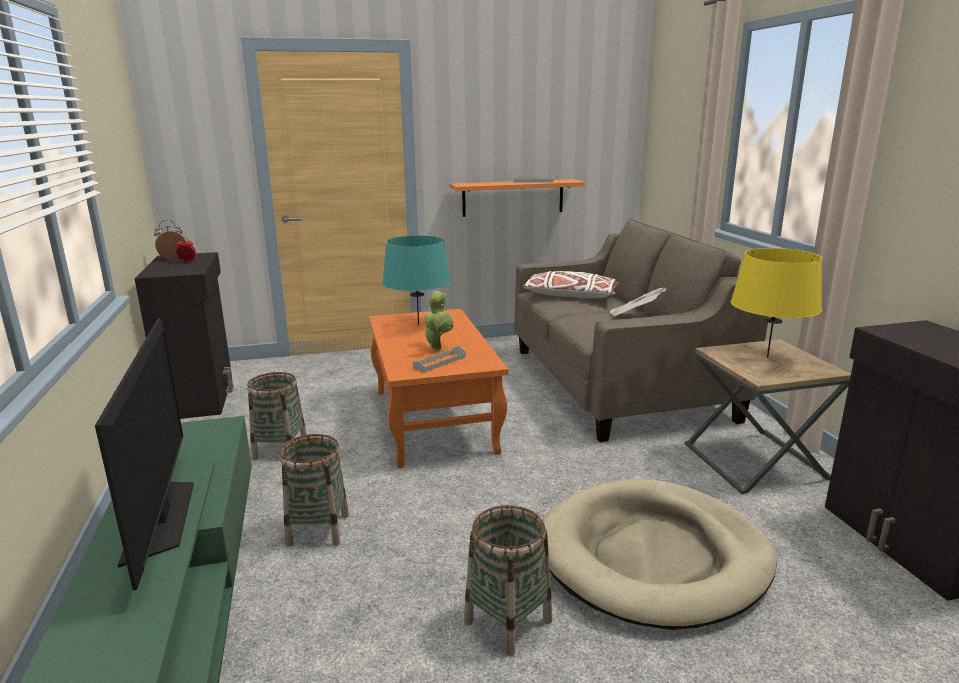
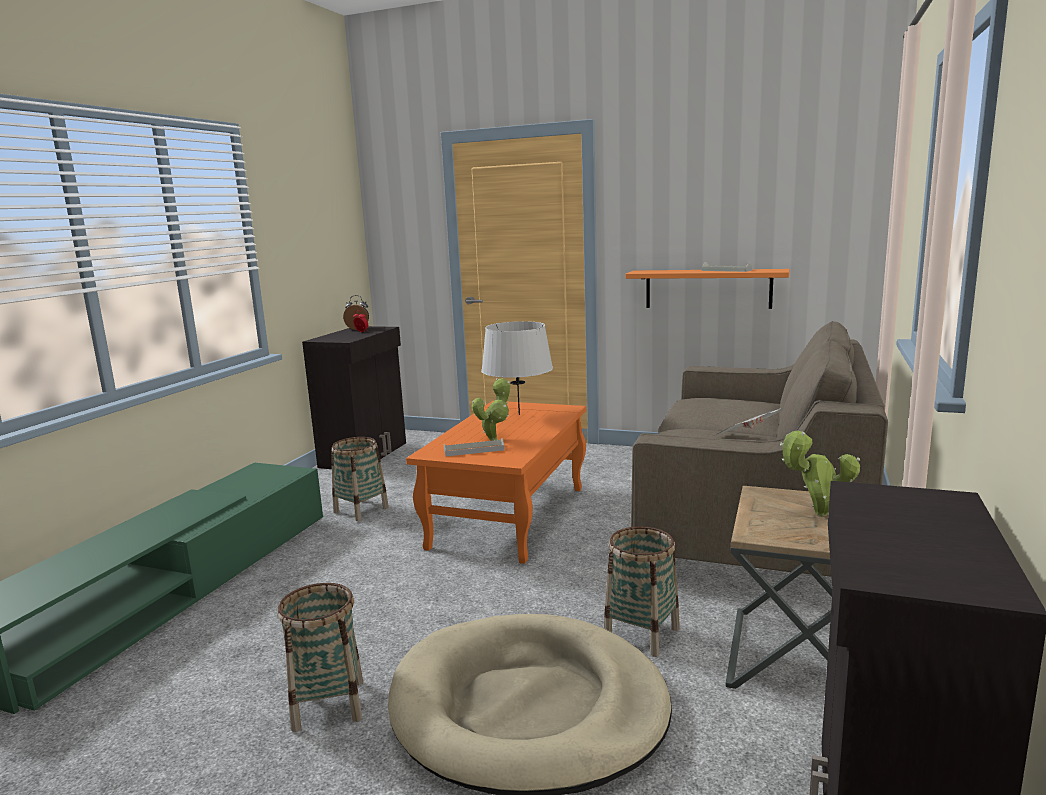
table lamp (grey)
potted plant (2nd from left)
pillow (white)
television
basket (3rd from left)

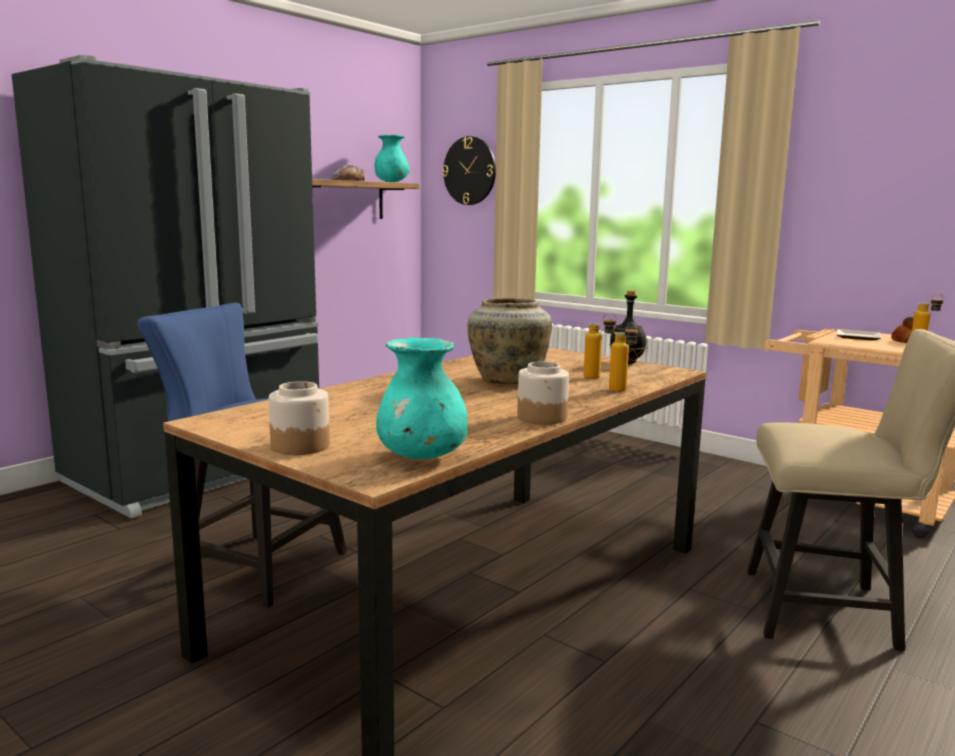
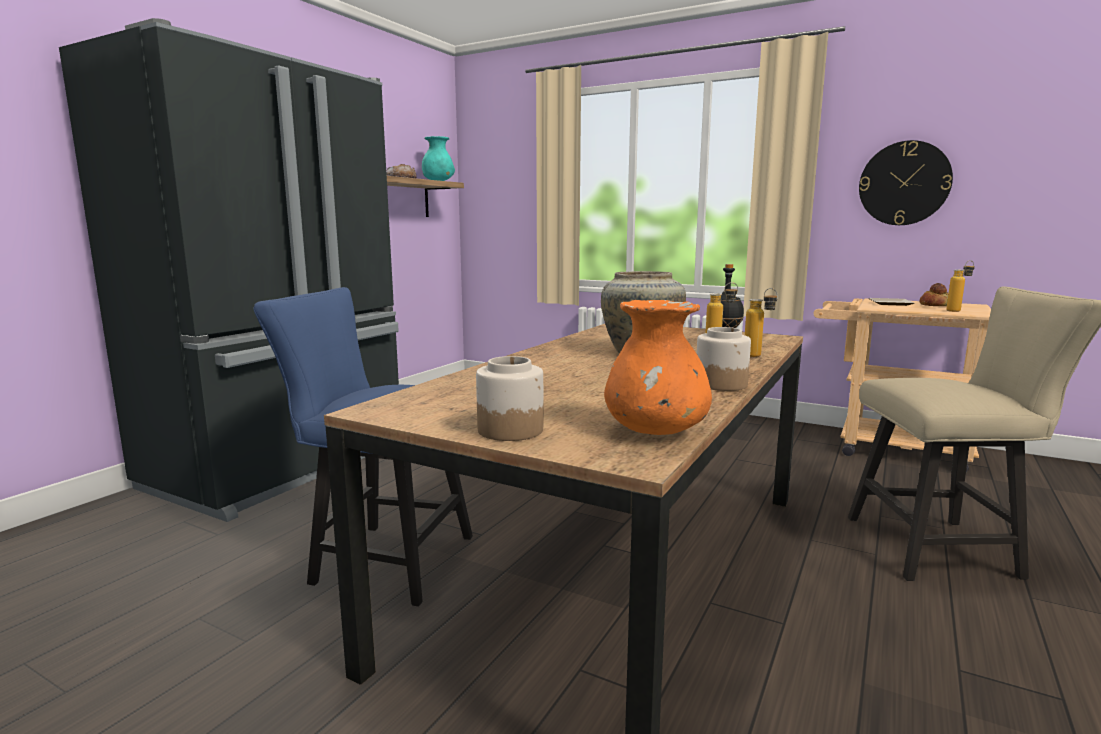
wall clock
vase (orange)

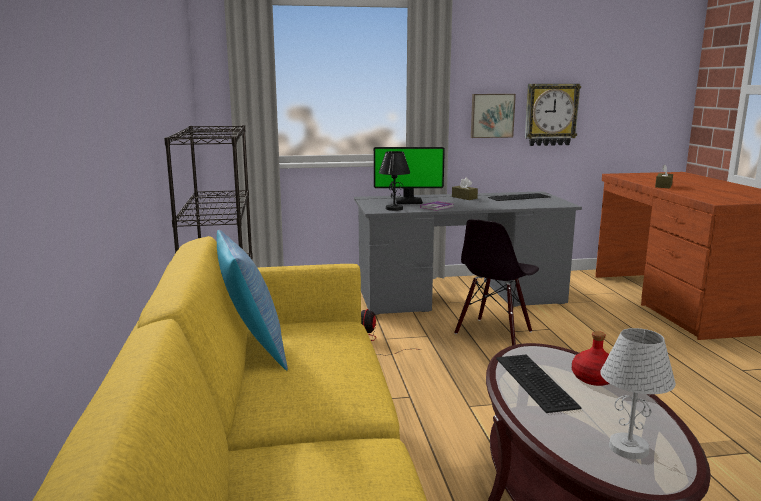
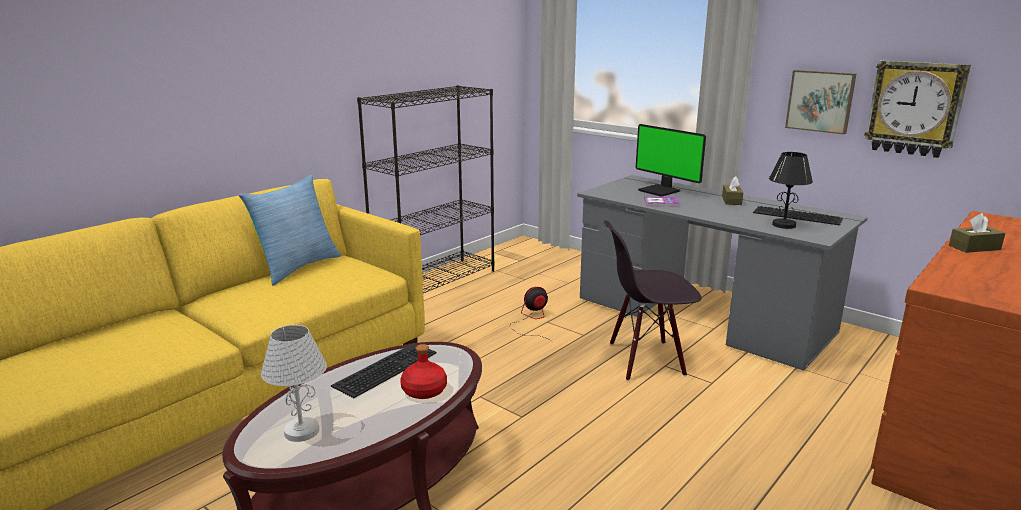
table lamp (black)

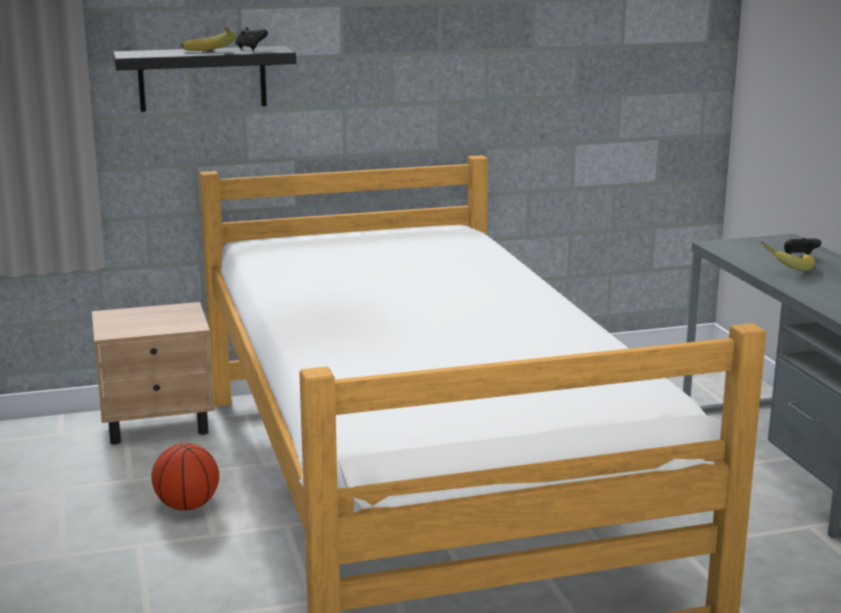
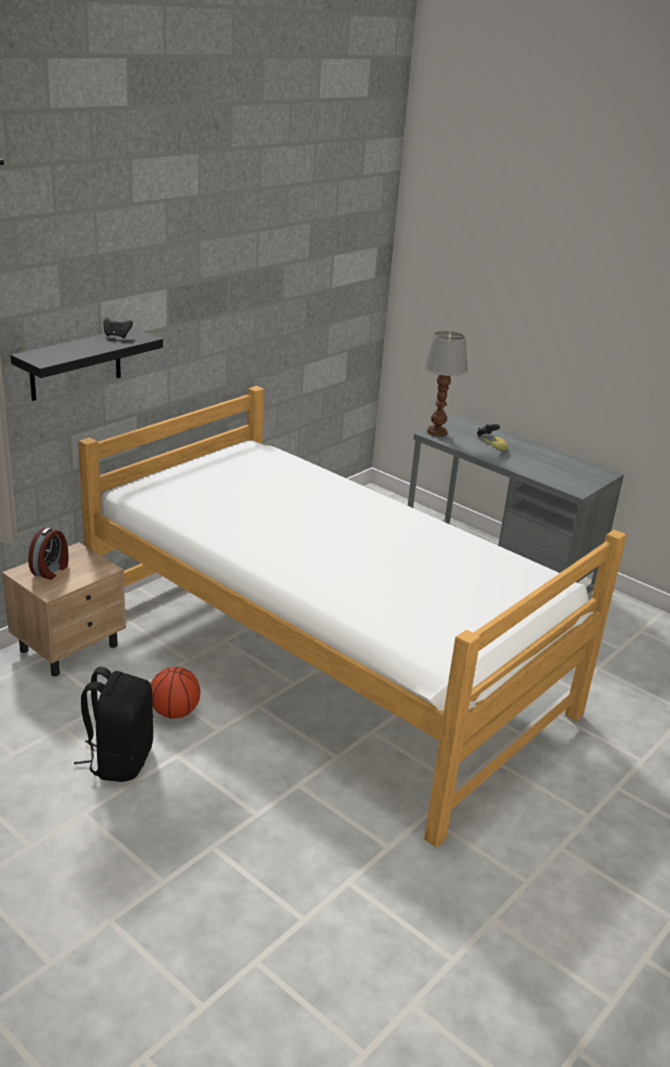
banana (1st from left in the first image)
table lamp
alarm clock
backpack (black)

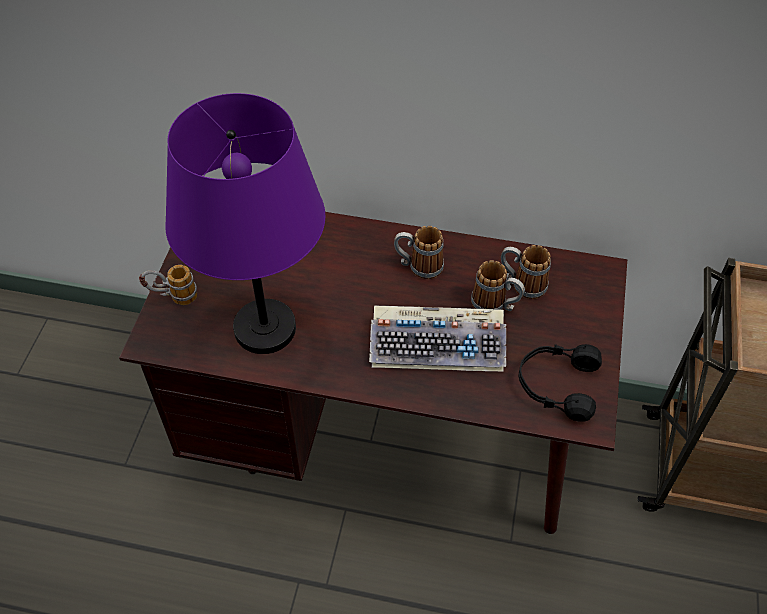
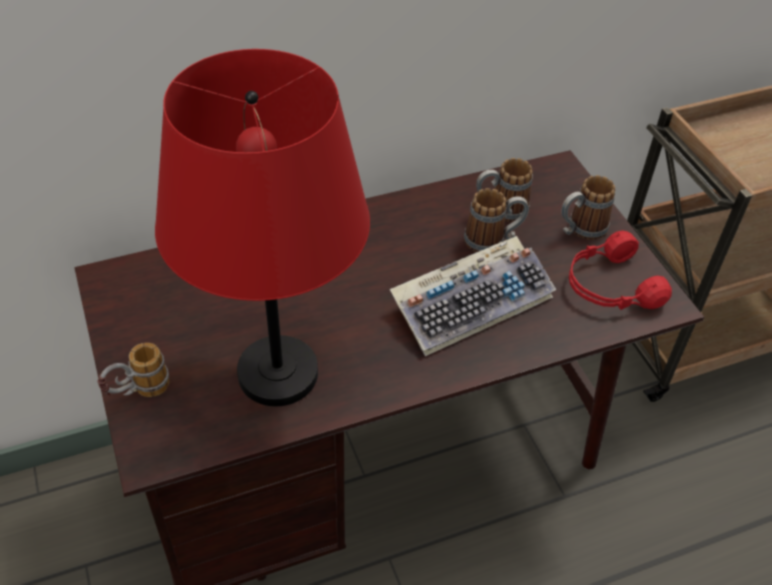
table lamp (red)
mug (4th from left)
headphones (red)

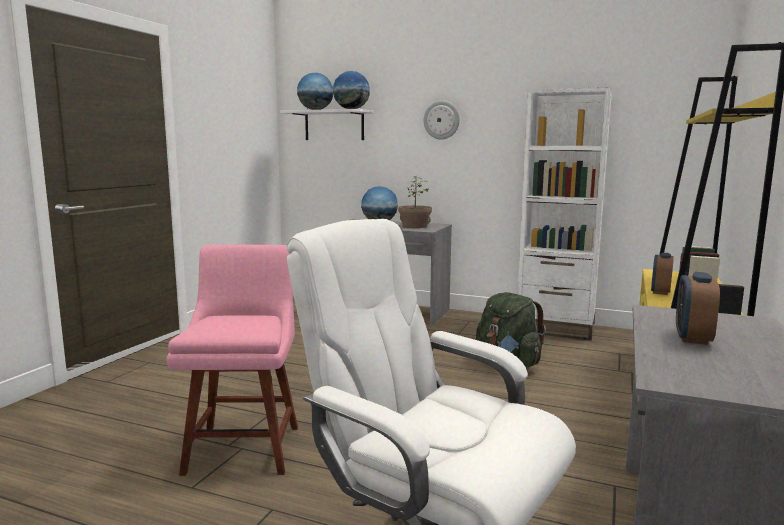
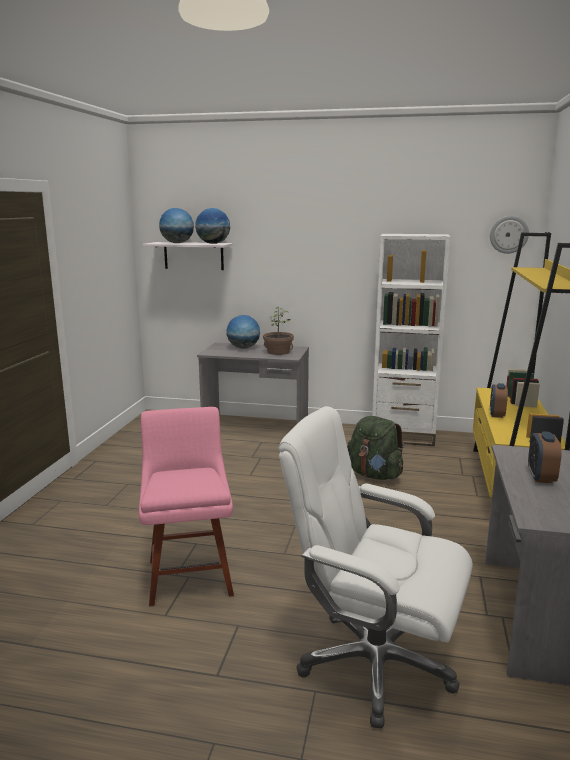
wall clock

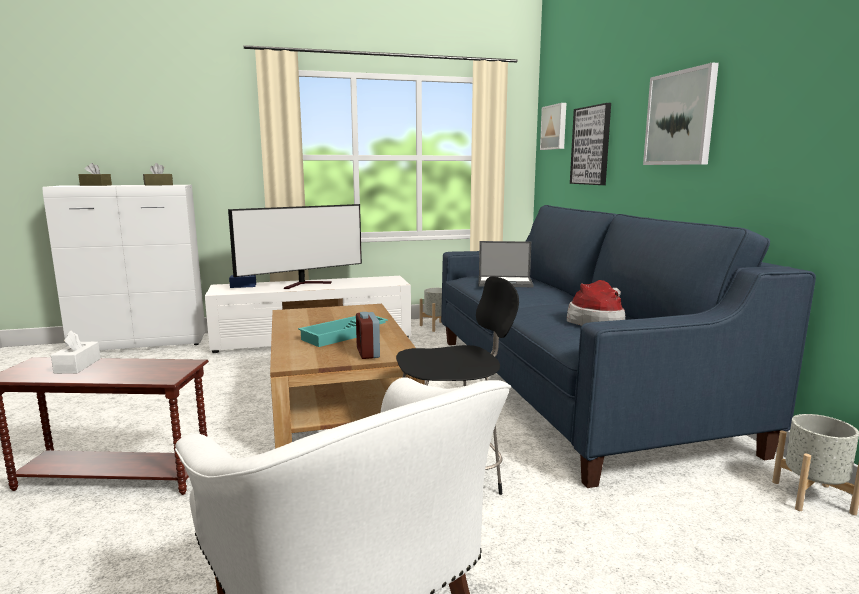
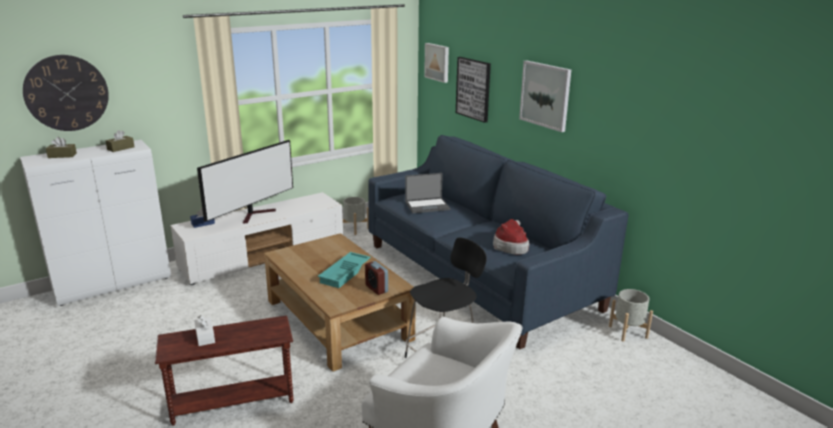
wall clock

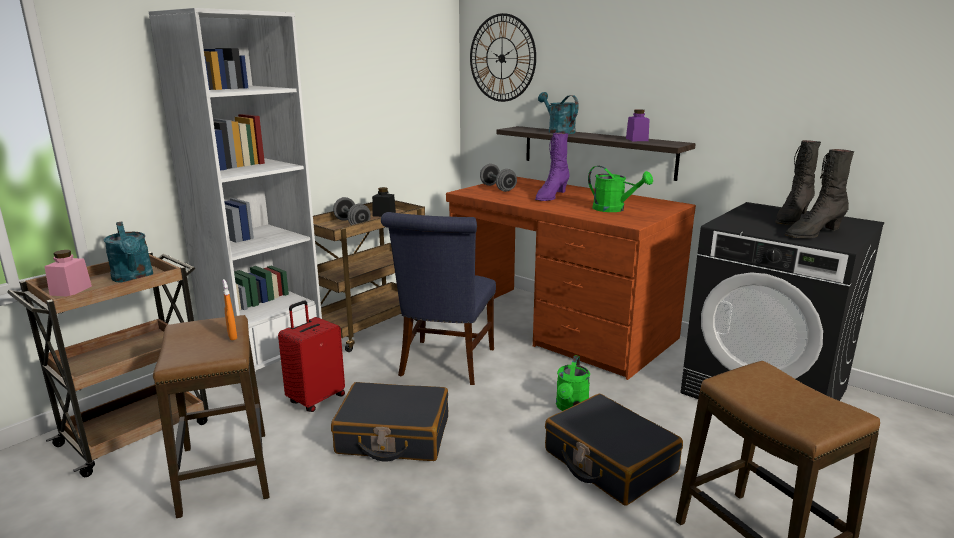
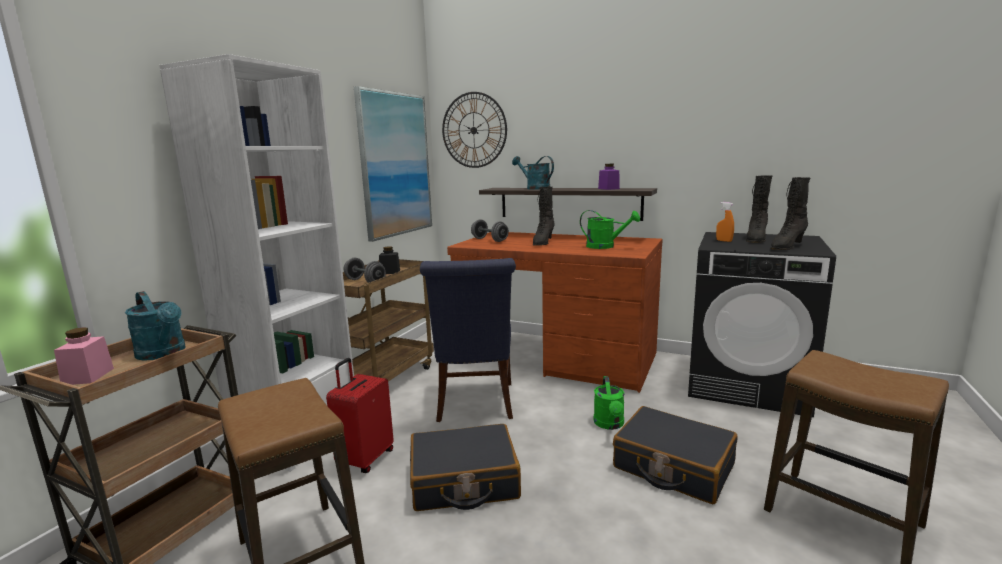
boot (black) (1st from left)
spray bottle (orange)
picture

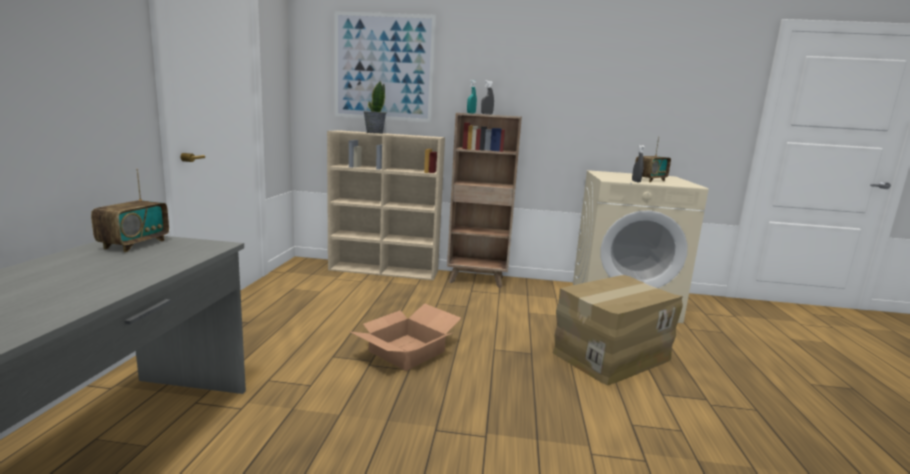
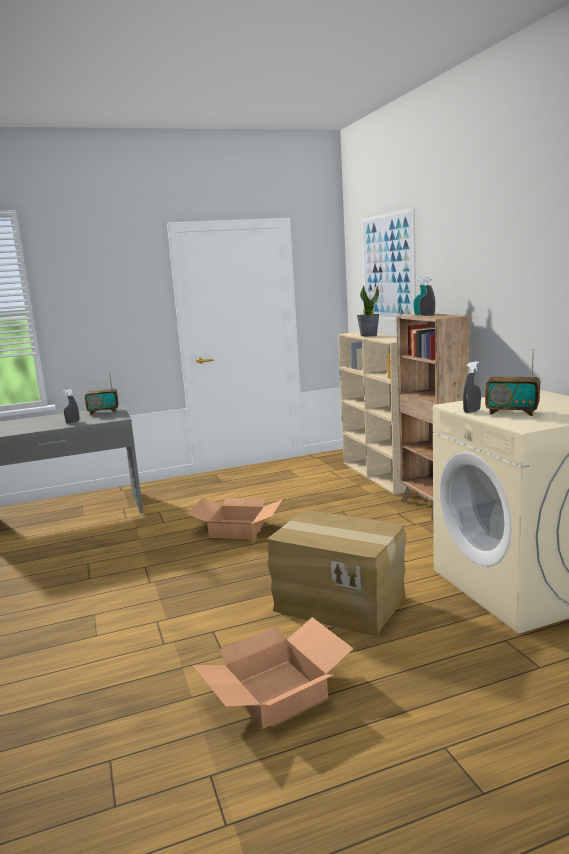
spray bottle (grey) (1st from left)
cardboard box (2nd from left)

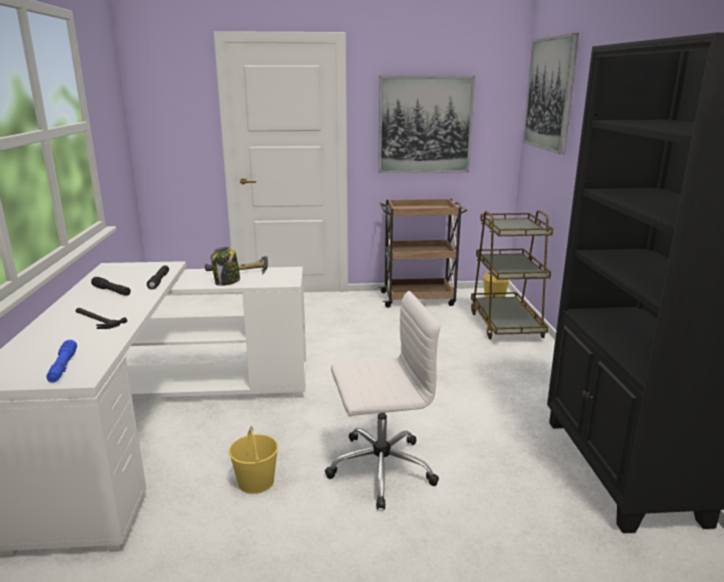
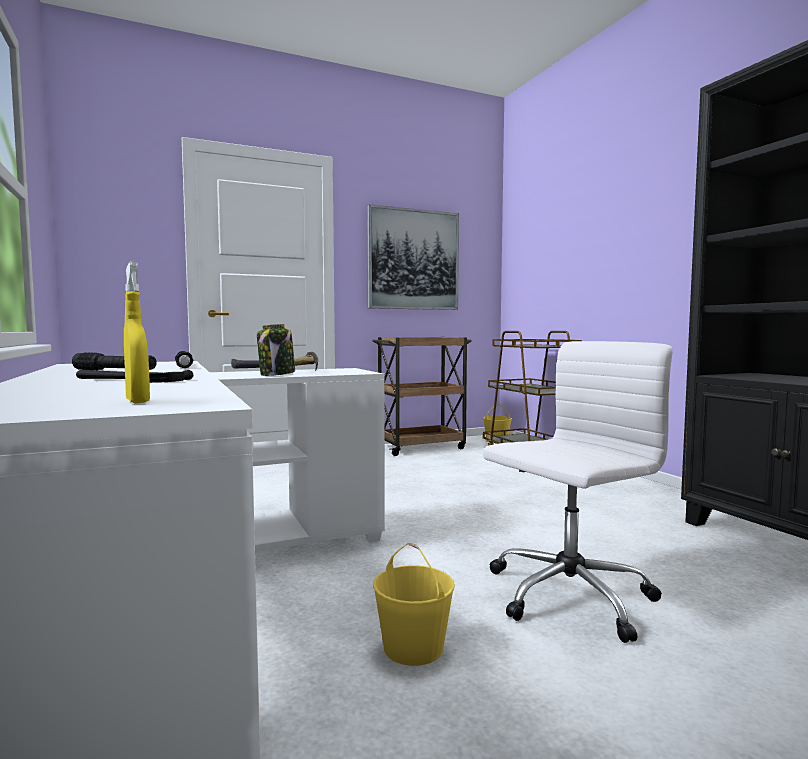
picture (2nd from left in the first image)
spray bottle (yellow)

